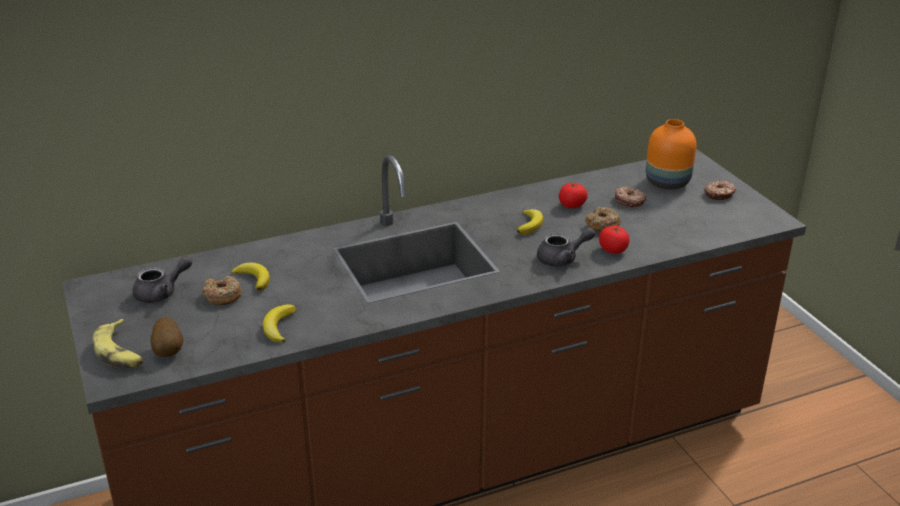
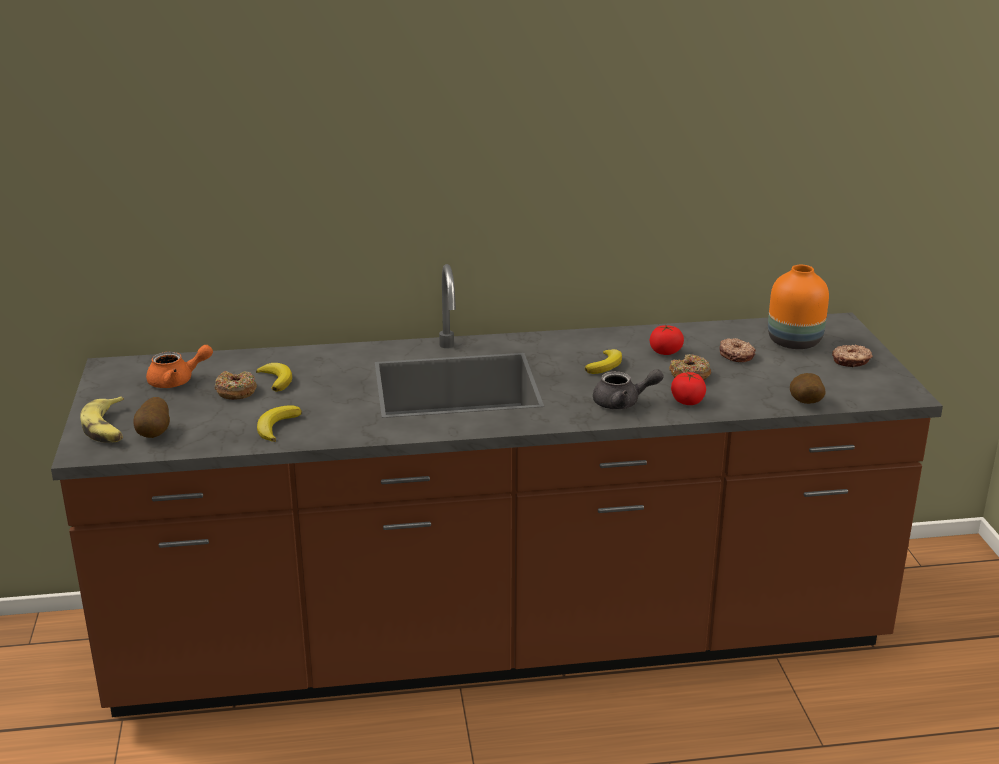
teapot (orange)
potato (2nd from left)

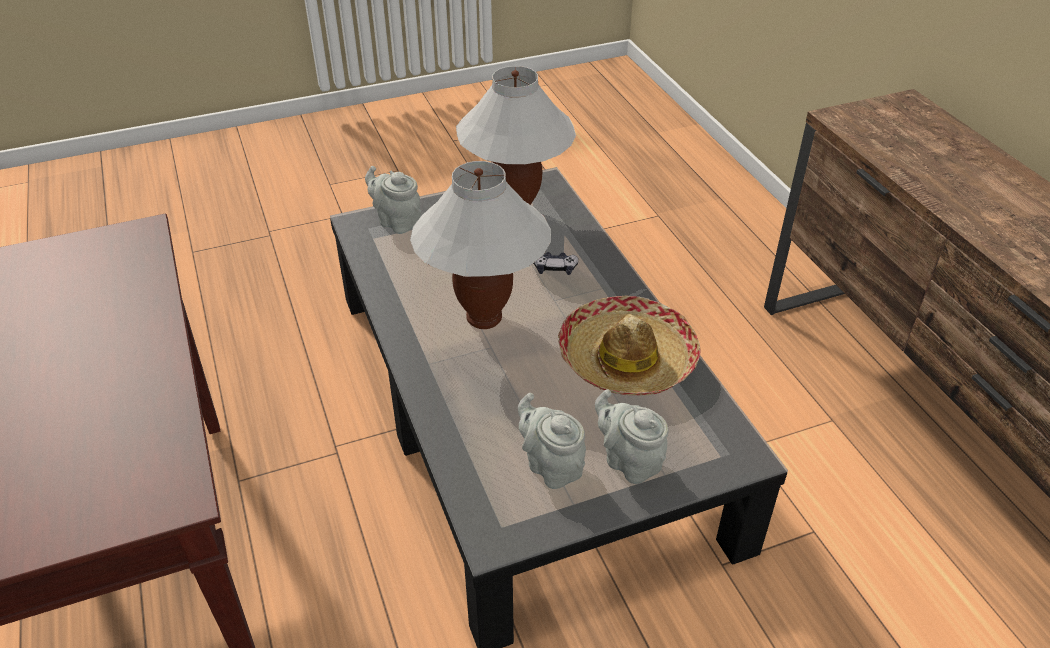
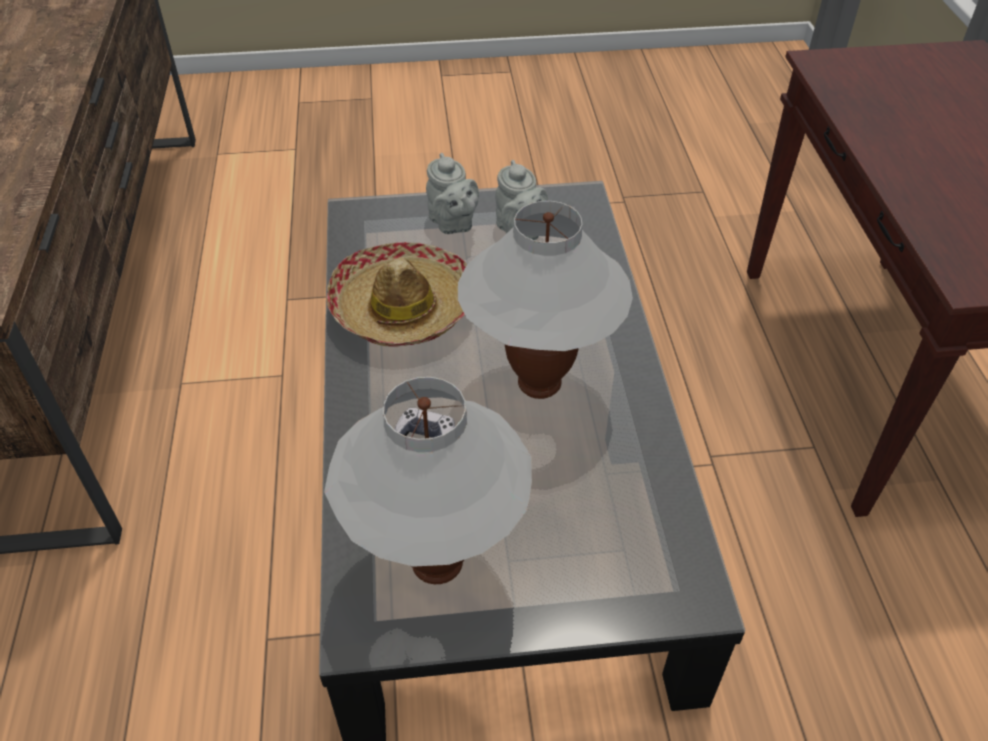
teapot (grey) (1st from left in the first image)

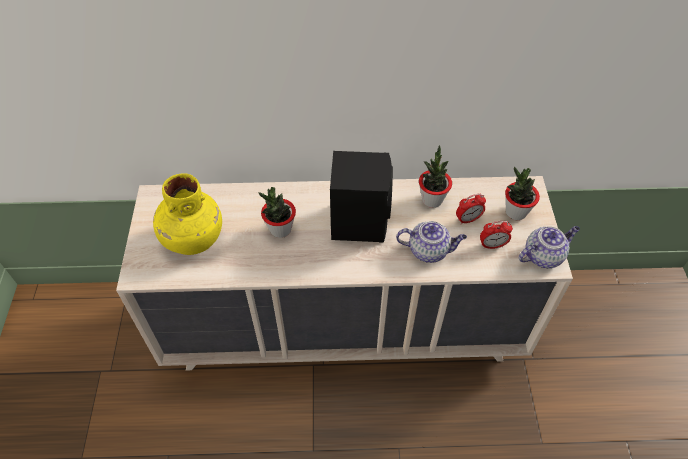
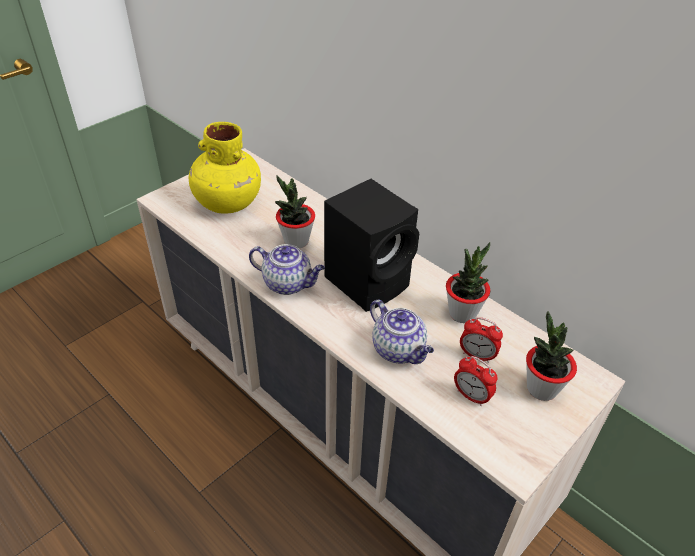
teapot (1st from left)

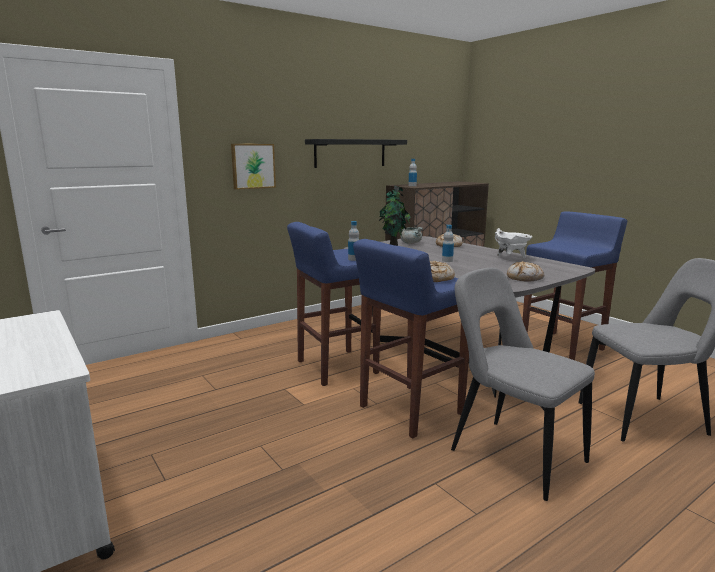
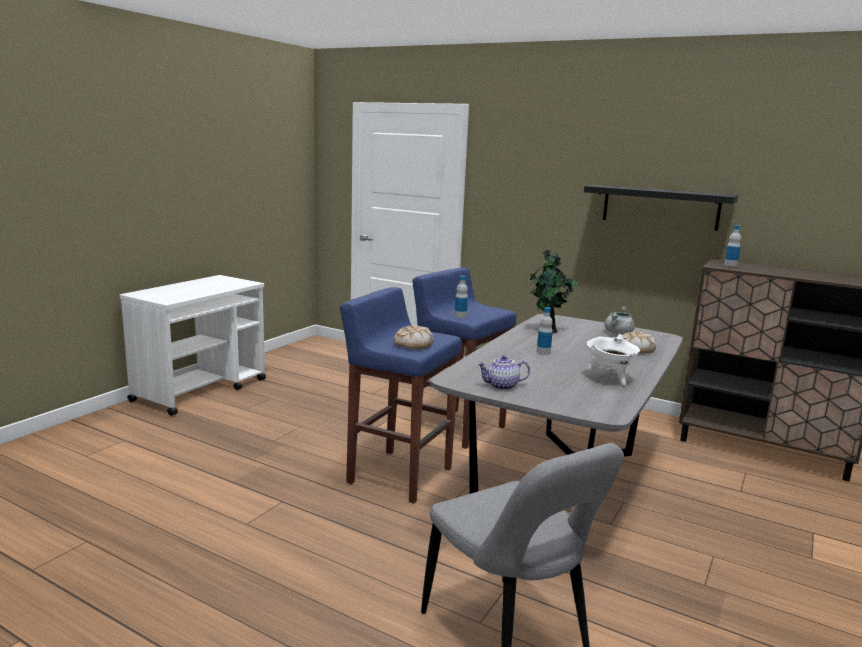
picture
stool (blue) (3rd from left in the first image)
teapot
chair (grey) (1st from left in the first image)

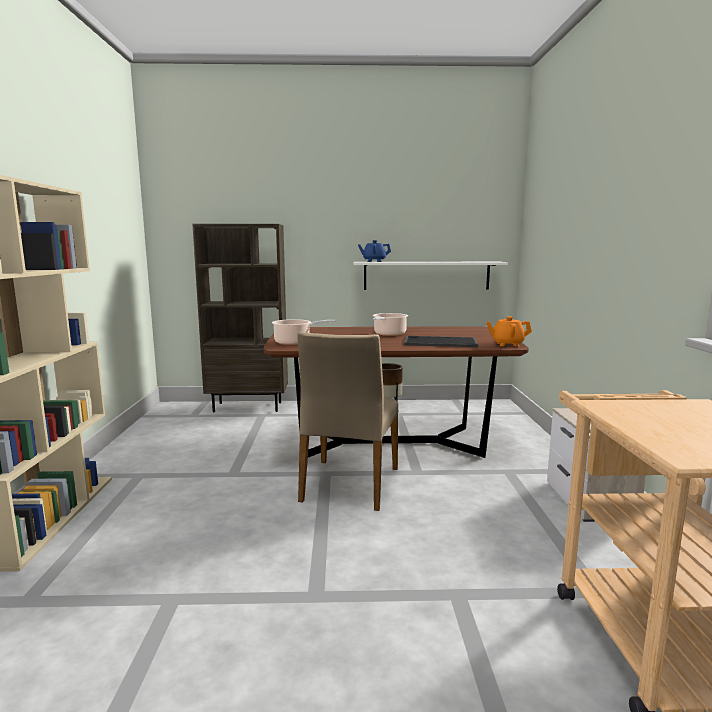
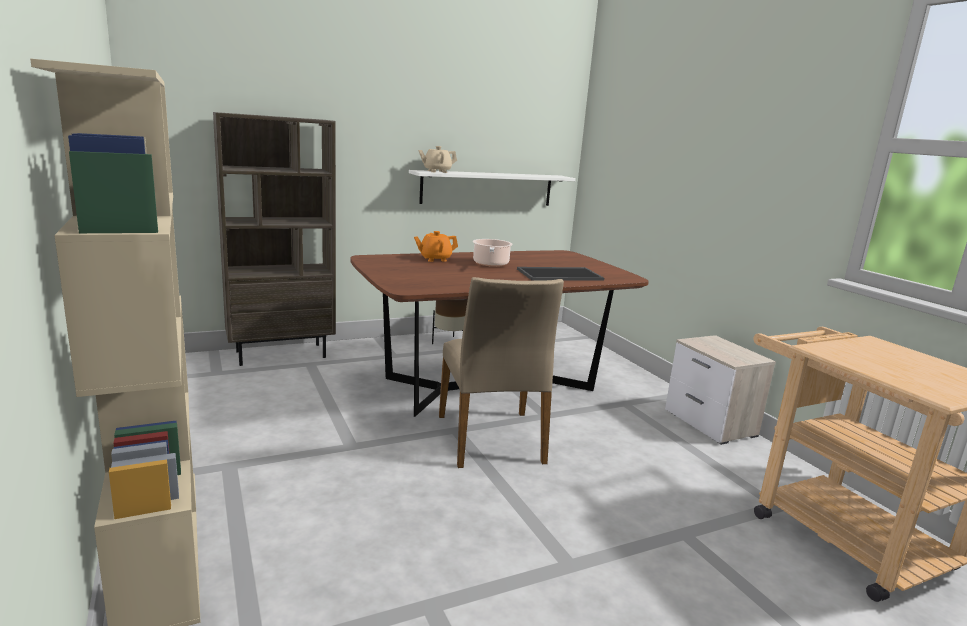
teapot (beige)
teapot (orange)
cooking pot (1st from left in the first image)

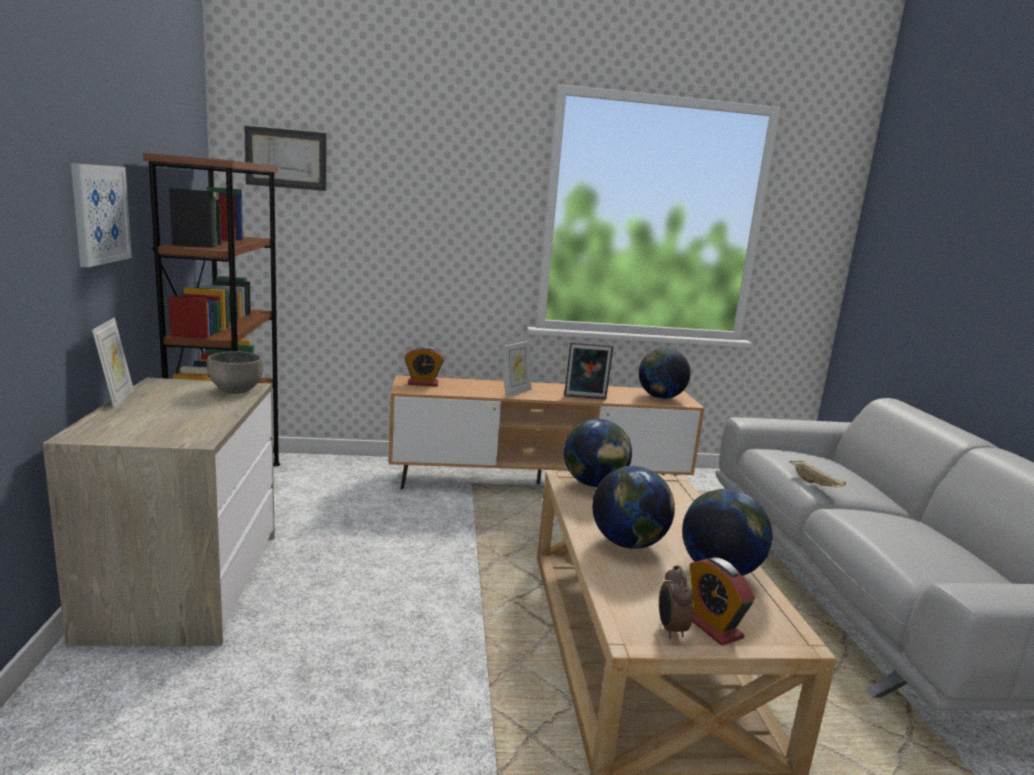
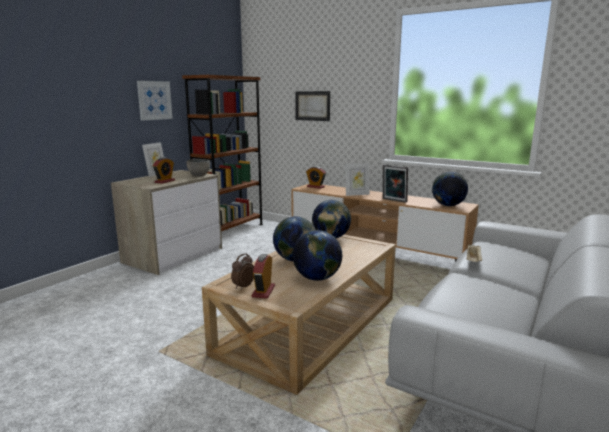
picture (2nd from left)
alarm clock (1st from left)

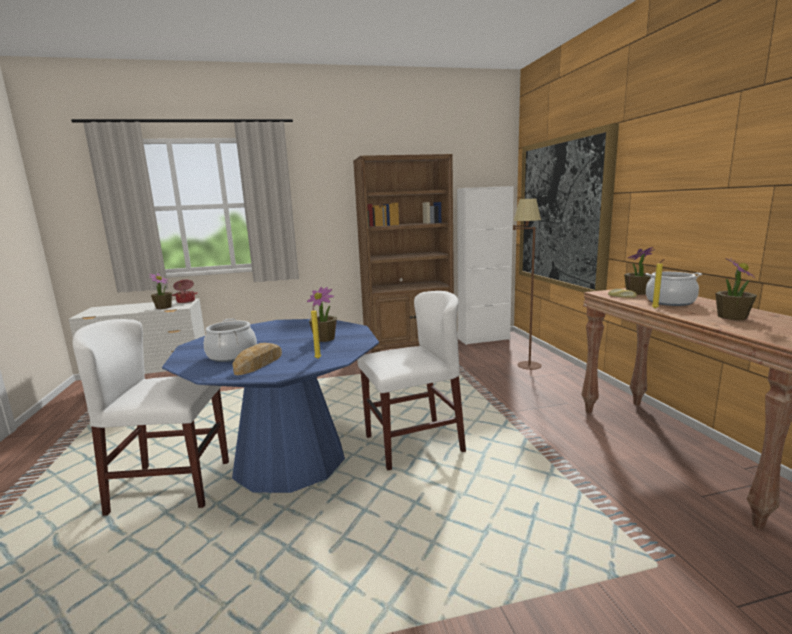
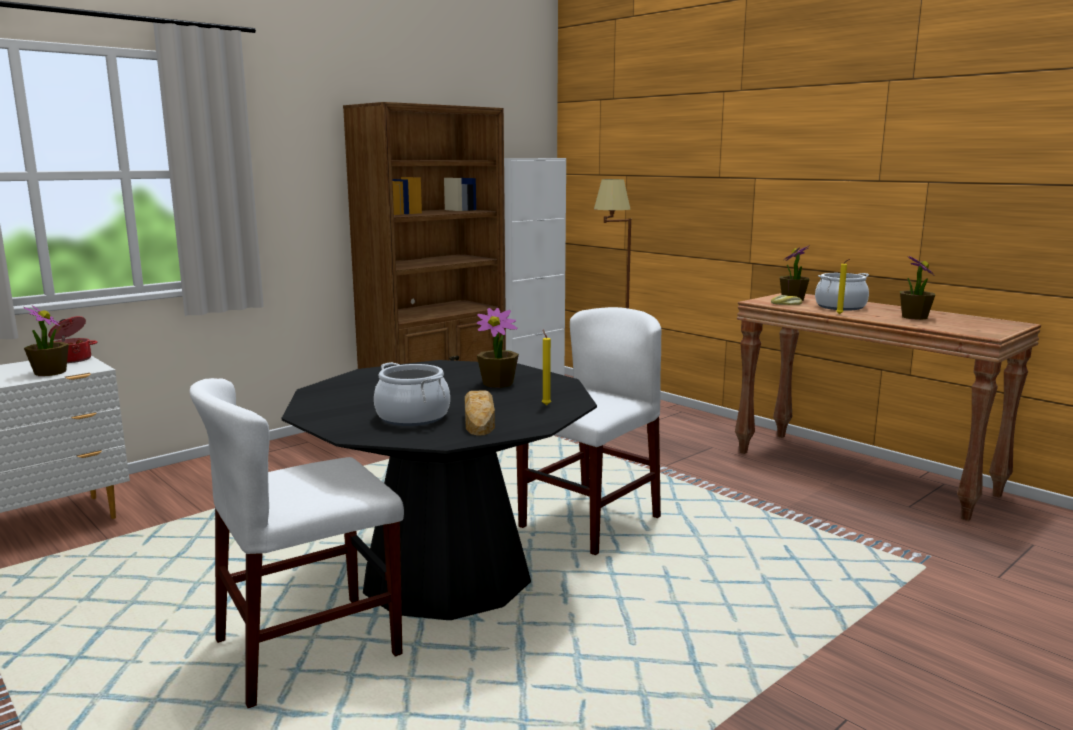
picture
dining table (black)

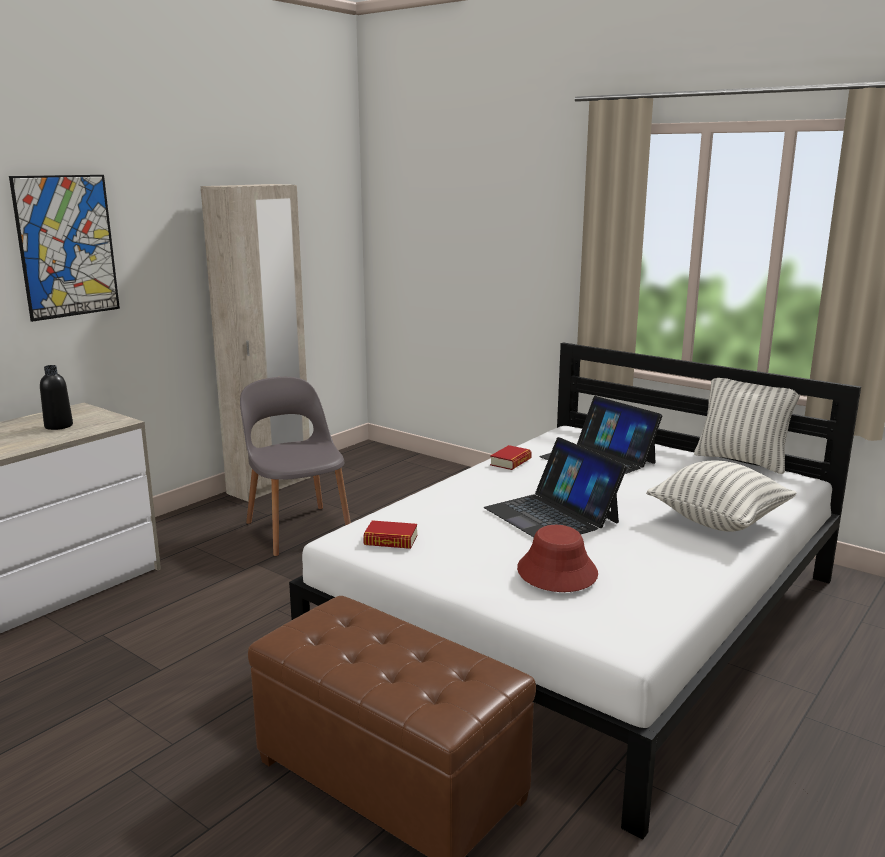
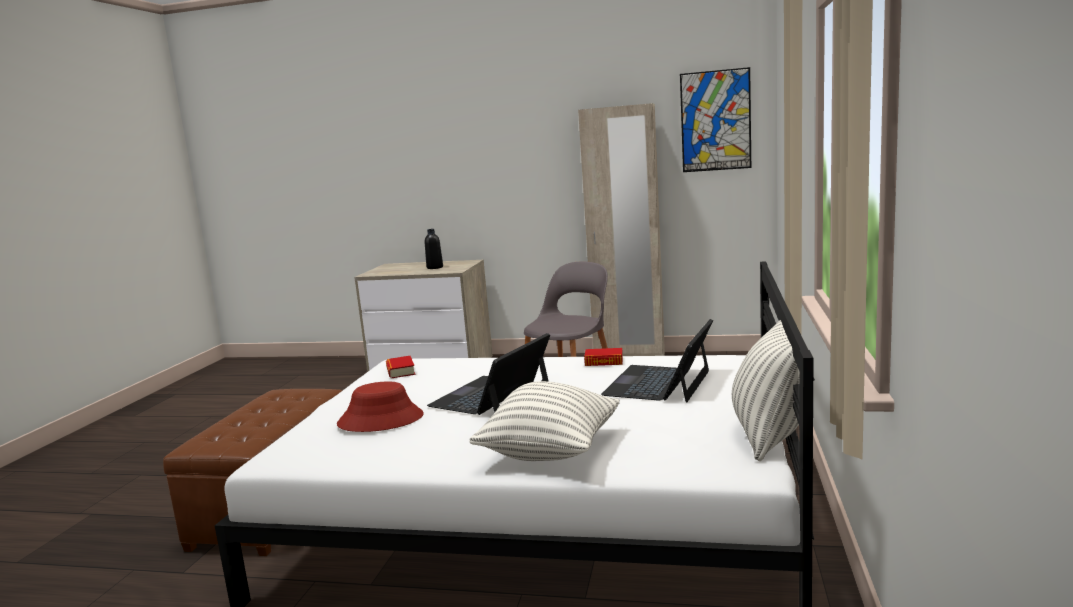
picture

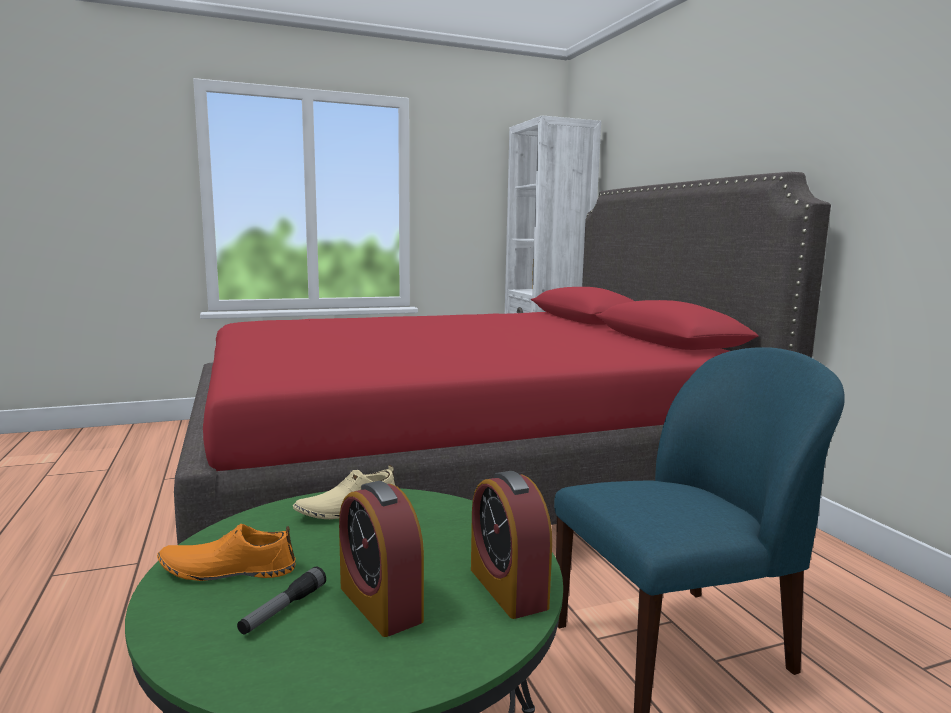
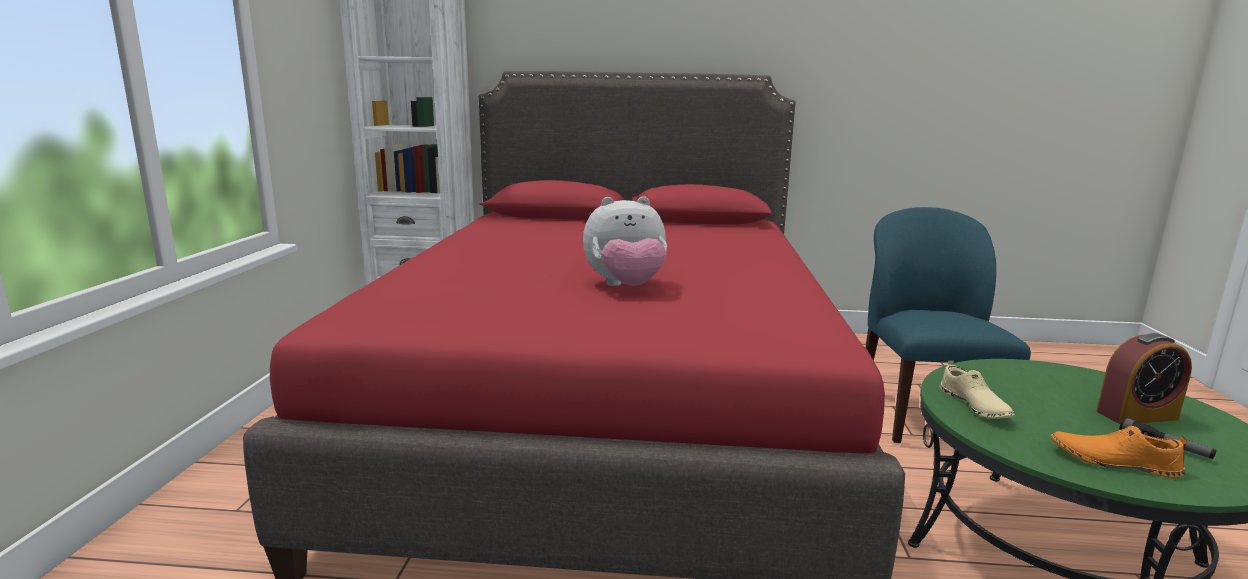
alarm clock (2nd from left in the first image)
shoe (orange)
plush toy

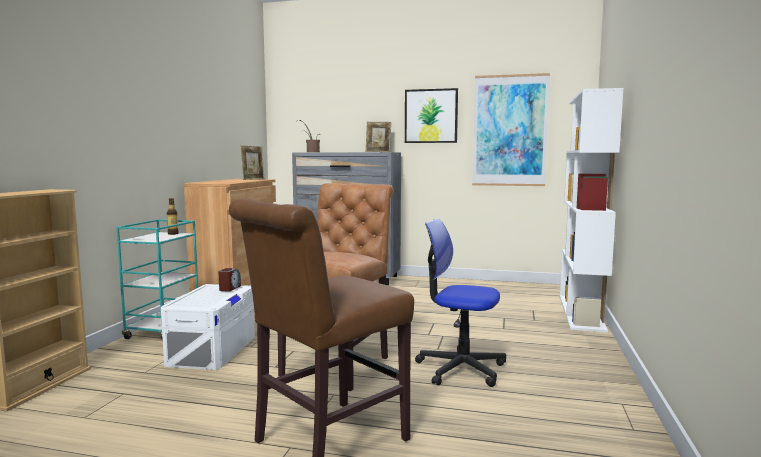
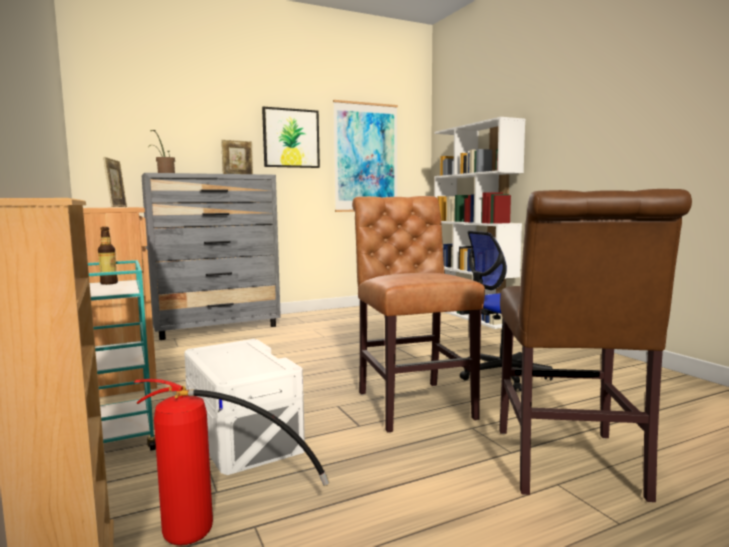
alarm clock
fire extinguisher

